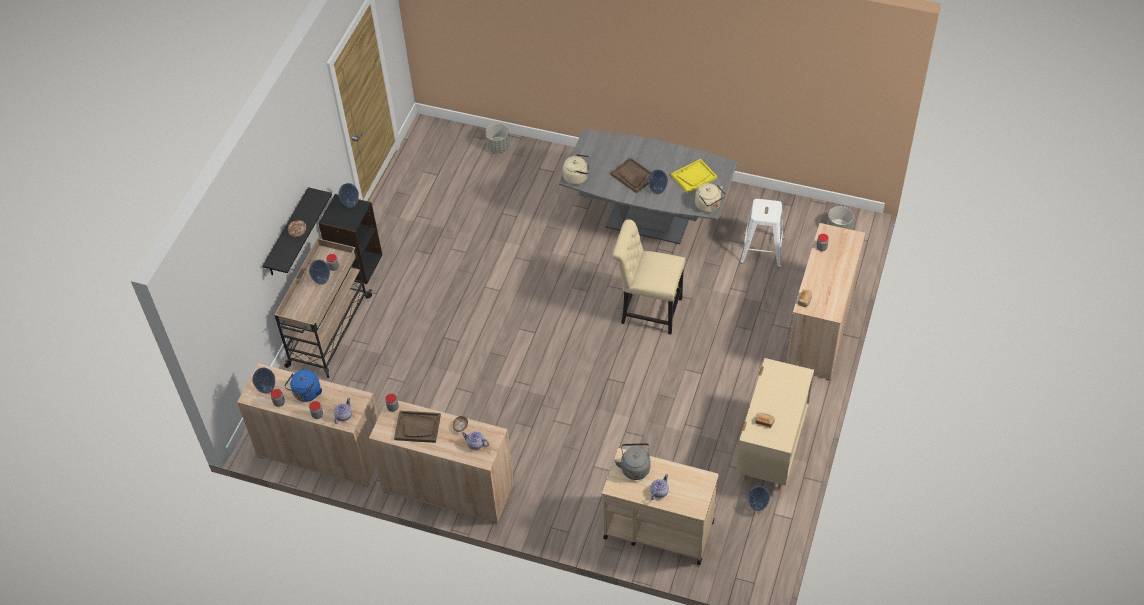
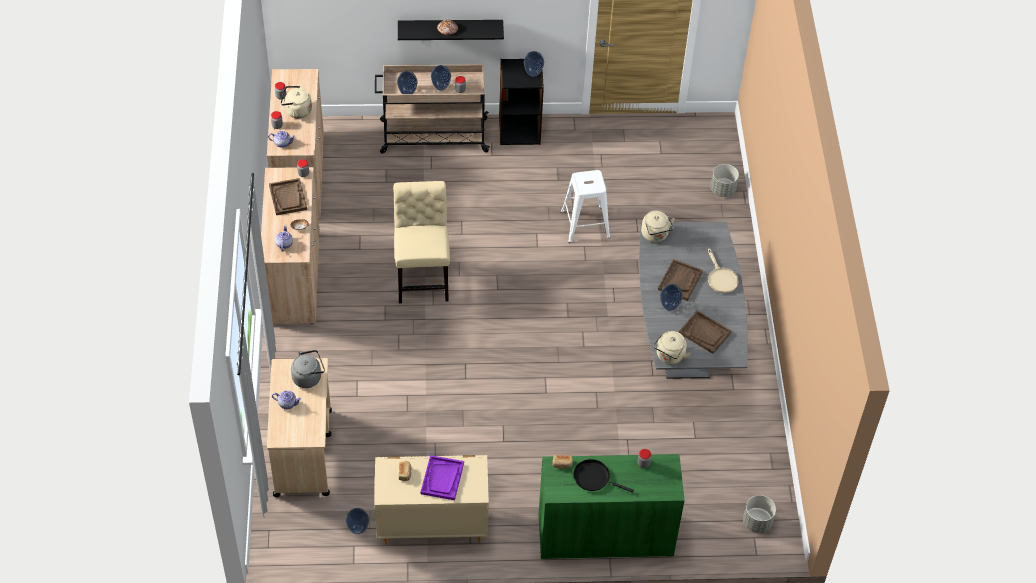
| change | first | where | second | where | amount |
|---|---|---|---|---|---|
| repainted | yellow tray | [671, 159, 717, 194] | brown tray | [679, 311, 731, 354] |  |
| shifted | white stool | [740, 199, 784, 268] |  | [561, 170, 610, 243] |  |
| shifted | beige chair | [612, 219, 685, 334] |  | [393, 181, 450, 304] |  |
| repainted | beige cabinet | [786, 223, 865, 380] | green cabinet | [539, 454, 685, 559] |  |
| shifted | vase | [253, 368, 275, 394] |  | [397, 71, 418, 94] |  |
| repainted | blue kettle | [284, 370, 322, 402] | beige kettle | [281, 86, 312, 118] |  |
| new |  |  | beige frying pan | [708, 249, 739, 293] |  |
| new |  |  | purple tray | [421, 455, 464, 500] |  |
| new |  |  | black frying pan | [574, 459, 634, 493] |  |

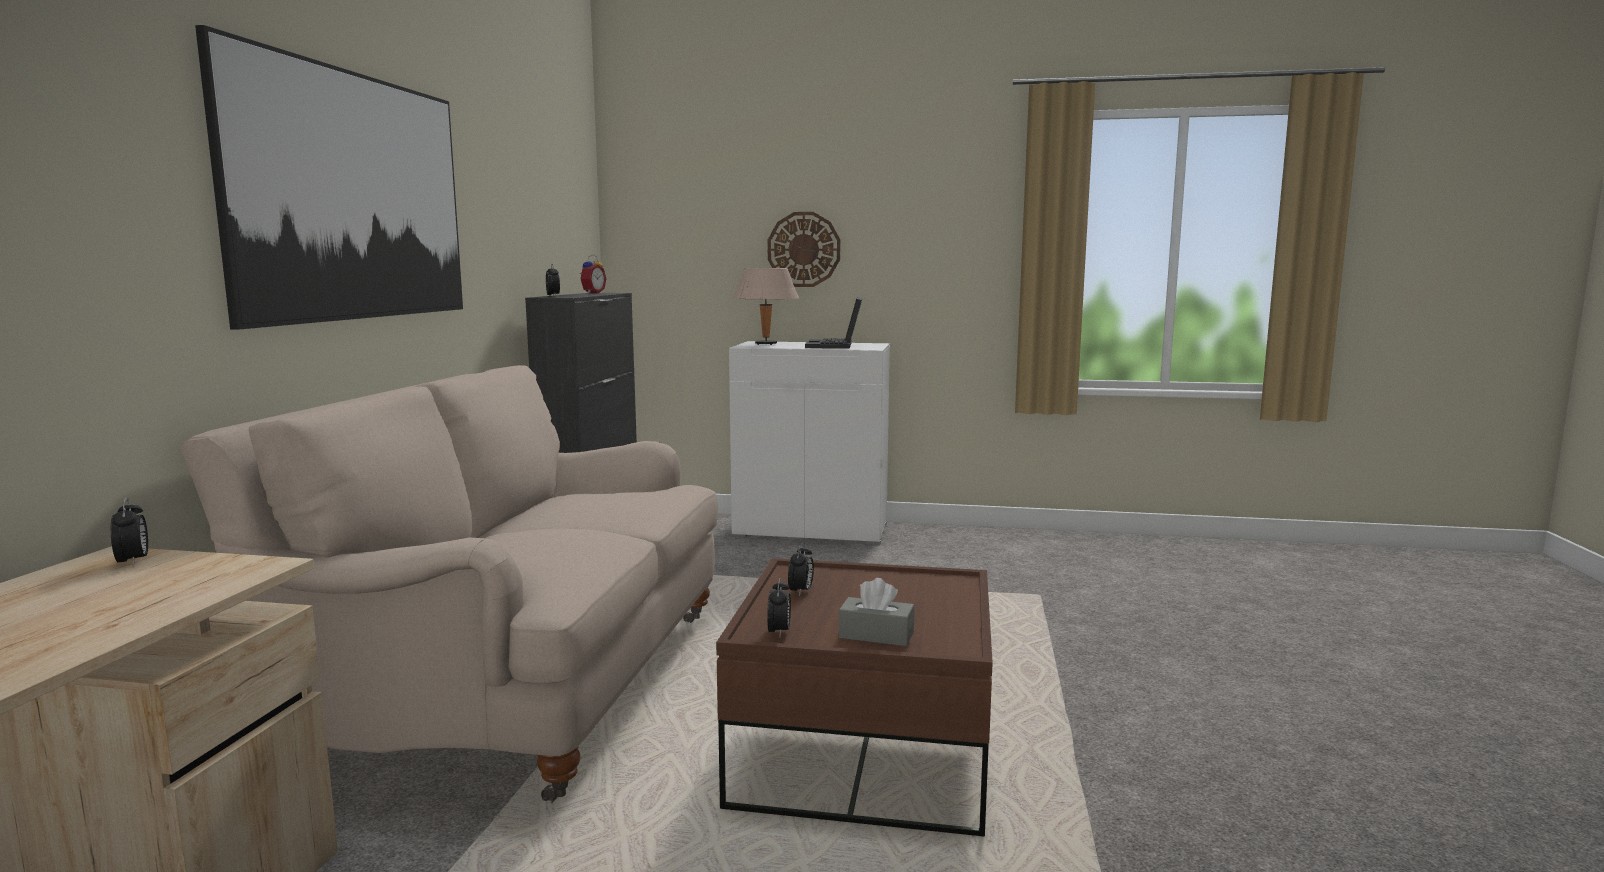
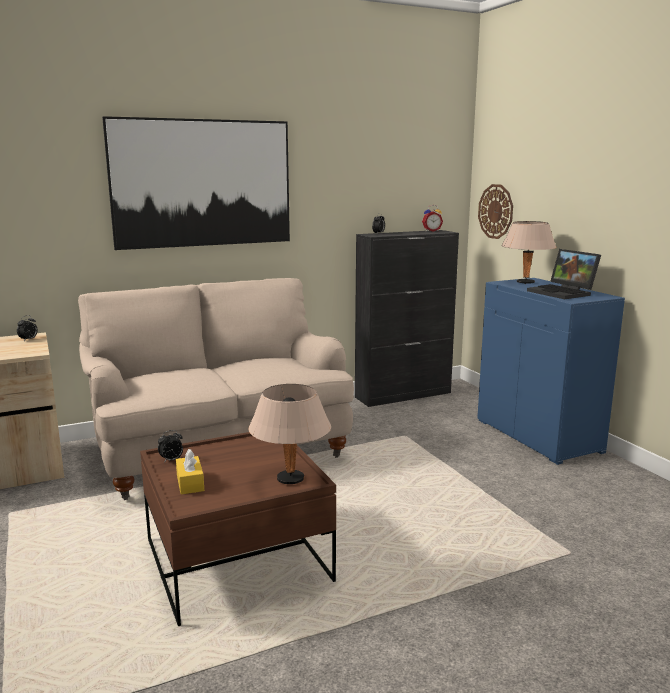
| change | first | where | second | where | amount |
|---|---|---|---|---|---|
| shifted | wall clock | [768, 212, 840, 287] |  | [478, 184, 513, 239] |  |
| rotated | laptop | [805, 297, 863, 349] |  | [527, 249, 601, 299] | 90 degrees counterclockwise |
| repainted | white cabinet | [729, 341, 890, 545] | blue cabinet | [477, 278, 625, 465] |  |
| gone | alarm clock | [788, 543, 814, 596] |  |  |  |
| repainted | grey tissue box | [839, 578, 914, 646] | yellow tissue box | [176, 449, 204, 494] |  |
| new |  |  | beige table lamp | [249, 384, 331, 484] |  |

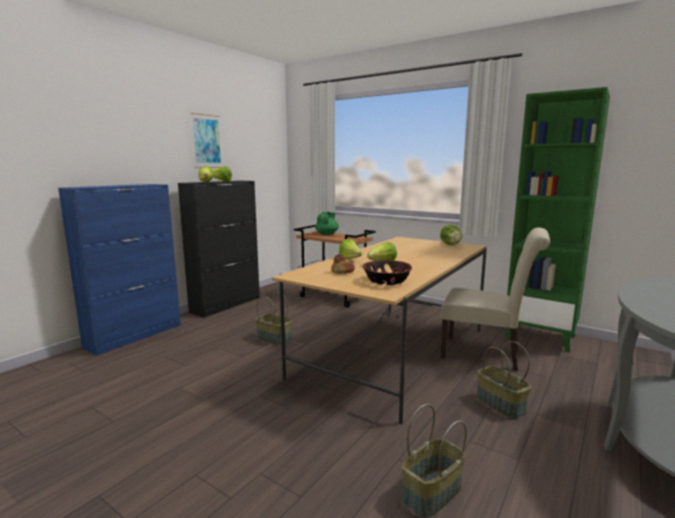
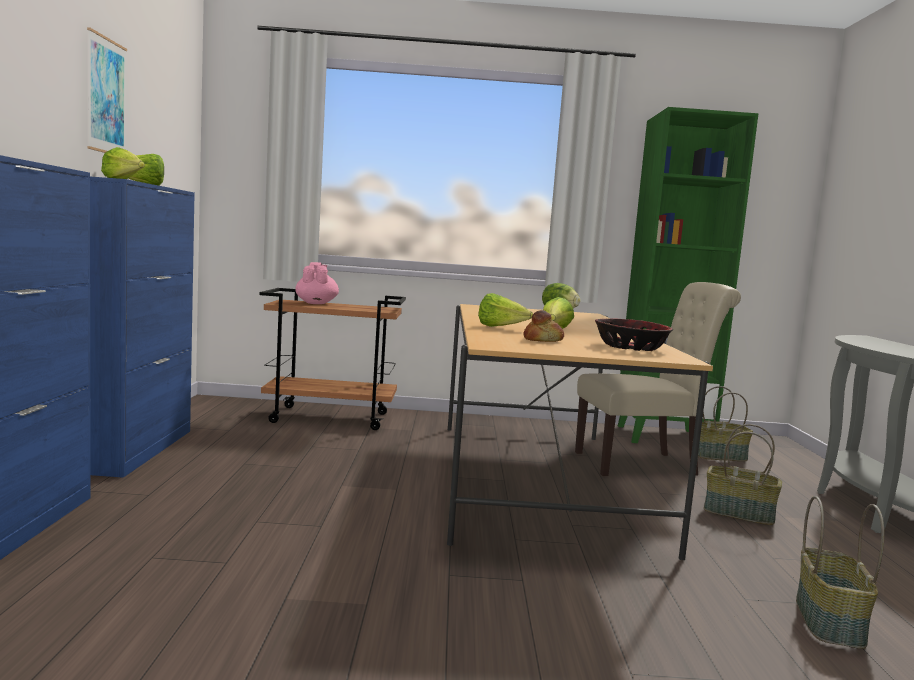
| change | first | where | second | where | amount |
|---|---|---|---|---|---|
| repainted | black cabinet | [178, 181, 260, 318] | blue cabinet | [90, 177, 195, 478] |  |
| repainted | green teapot | [315, 212, 339, 235] | pink teapot | [295, 262, 339, 304] |  |
| shifted | basket | [256, 291, 292, 346] |  | [698, 386, 753, 461] |  |

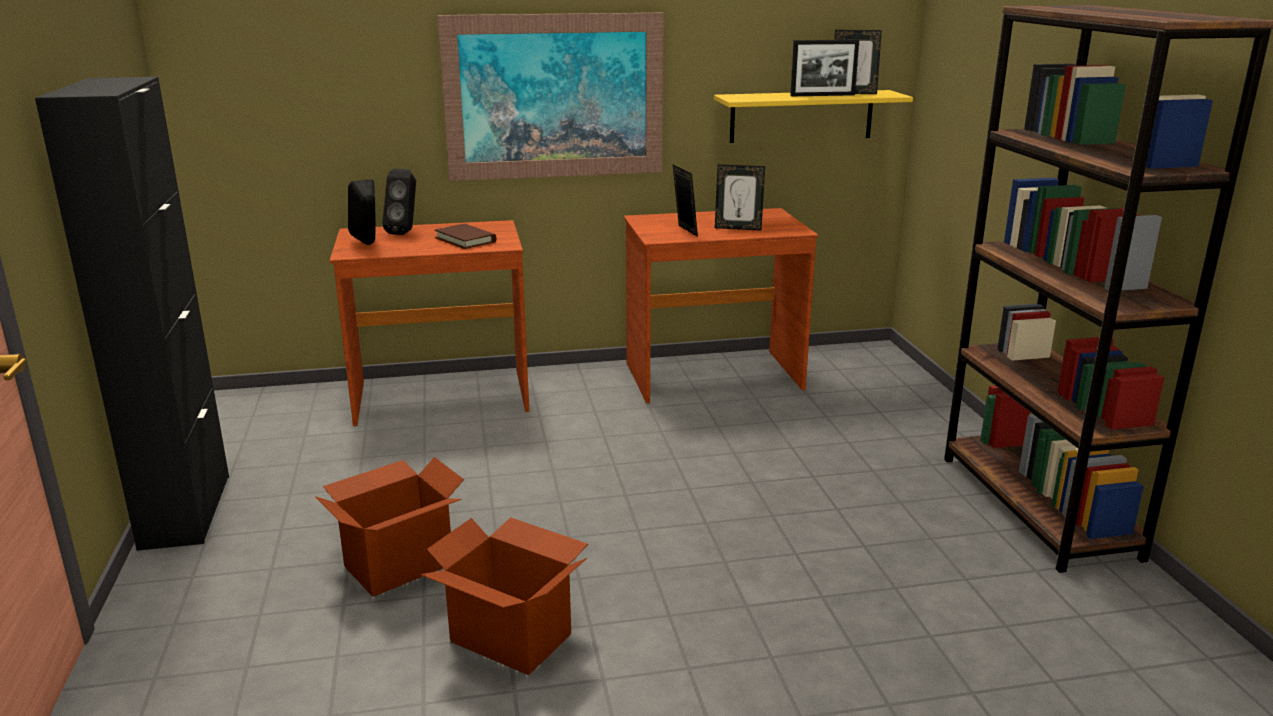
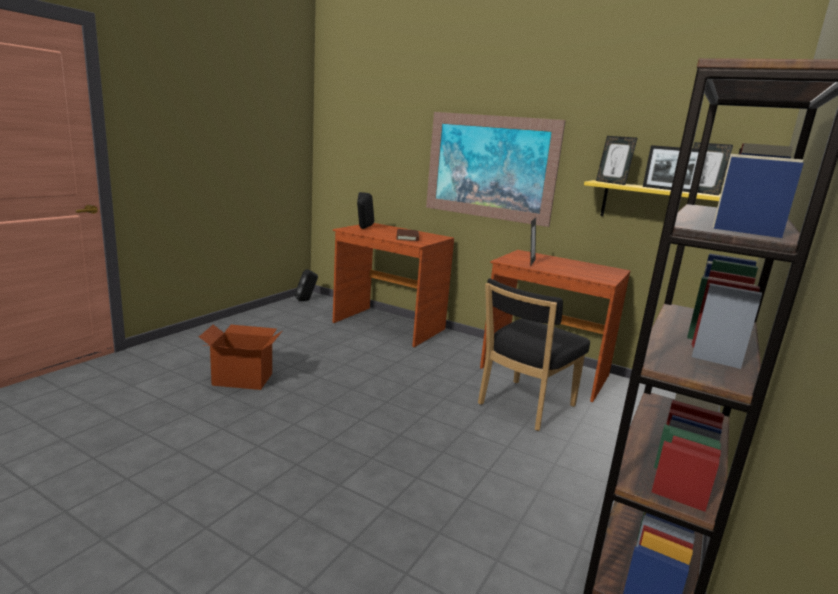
| change | first | where | second | where | amount |
|---|---|---|---|---|---|
| gone | black cabinet | [35, 77, 229, 551] |  |  |  |
| shifted | picture frame | [715, 164, 765, 231] |  | [596, 136, 637, 185] |  |
| shifted | black speaker | [382, 169, 416, 235] |  | [295, 269, 318, 301] |  |
| gone | cardboard box | [421, 517, 588, 675] |  |  |  |
| new |  |  | black chair | [478, 278, 590, 431] |  |

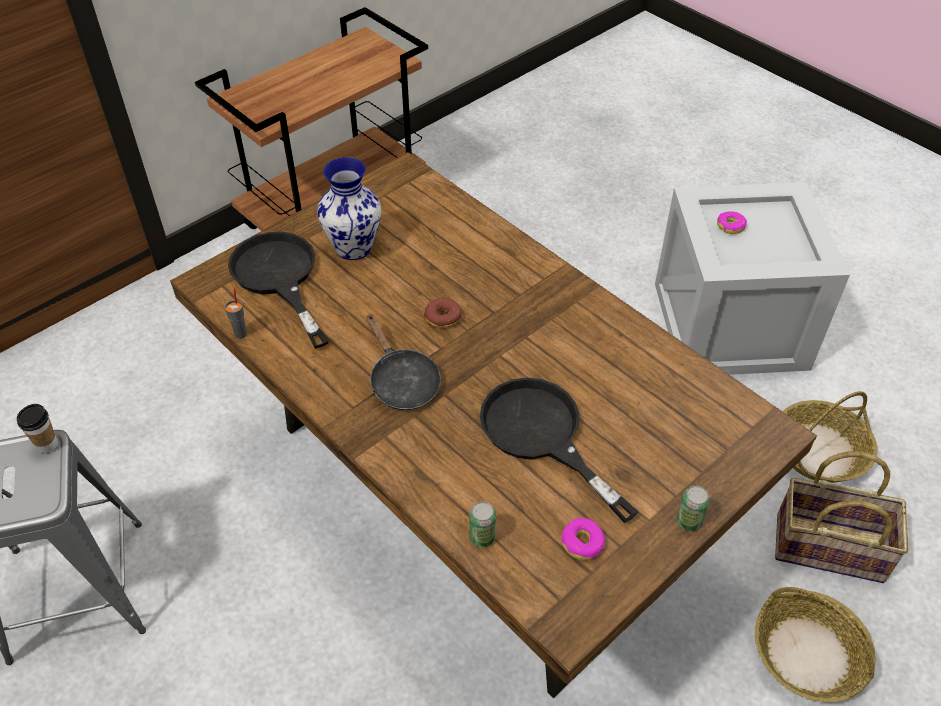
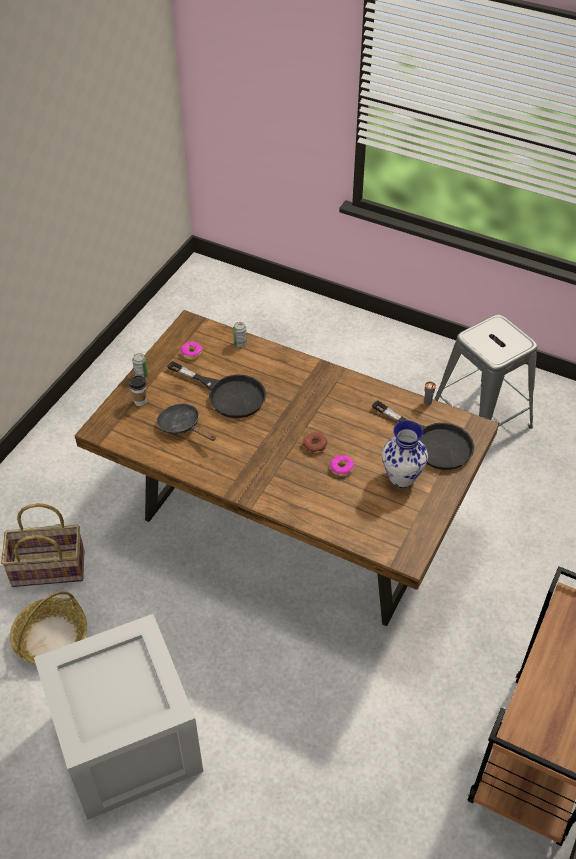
| change | first | where | second | where | amount |
|---|---|---|---|---|---|
| shifted | donut | [717, 211, 747, 234] |  | [330, 455, 354, 476] |  |
| shifted | black frying pan | [367, 313, 441, 410] |  | [157, 404, 216, 441] |  |
| shifted | cup | [17, 404, 58, 453] |  | [129, 375, 147, 406] |  |
| gone | basket | [755, 587, 876, 702] |  |  |  |

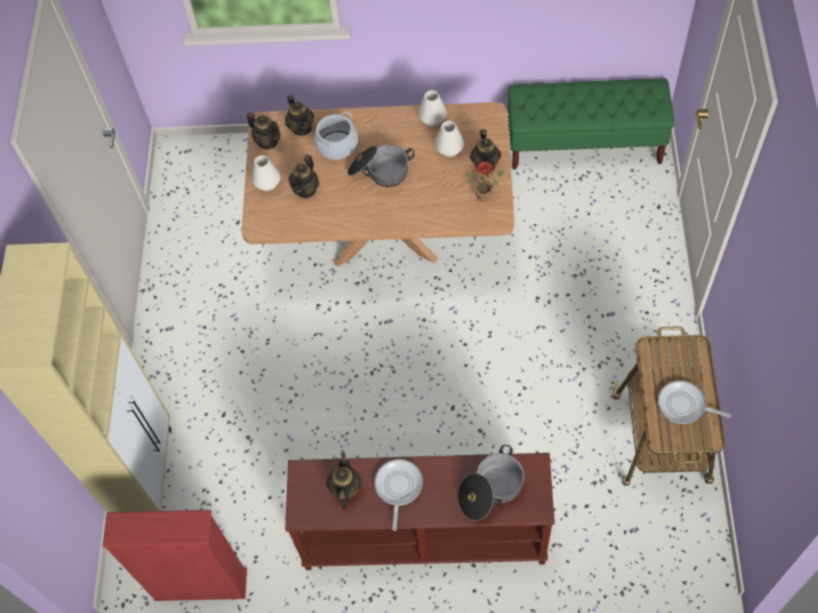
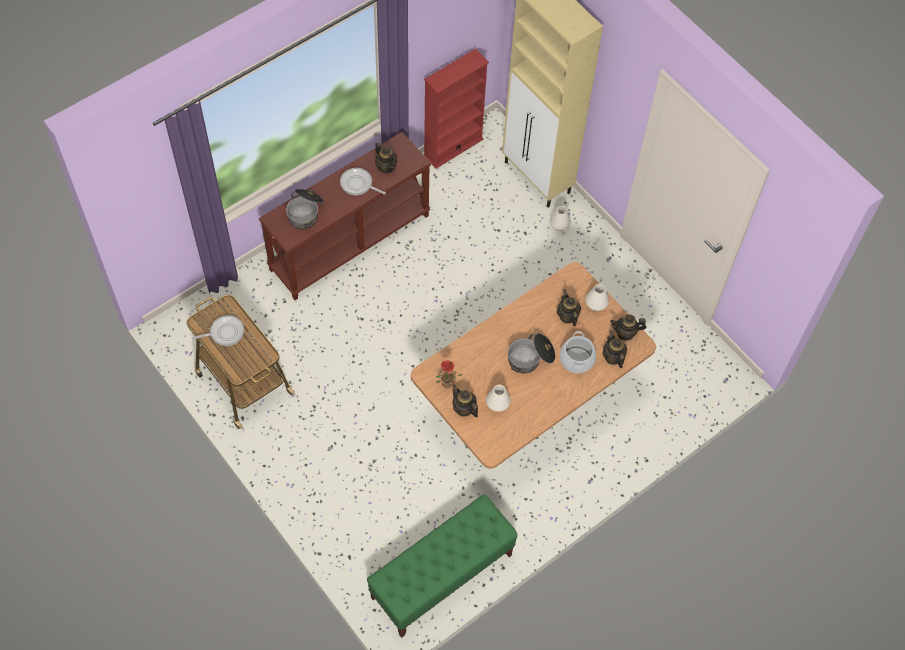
| change | first | where | second | where | amount |
|---|---|---|---|---|---|
| shifted | white vase | [418, 90, 447, 127] |  | [550, 206, 571, 231] |  |
| rotated | teapot | [285, 95, 314, 136] |  | [602, 330, 627, 368] | 45 degrees clockwise |
| rotated | frying pan | [375, 459, 423, 531] |  | [340, 168, 386, 195] | 150 degrees clockwise |

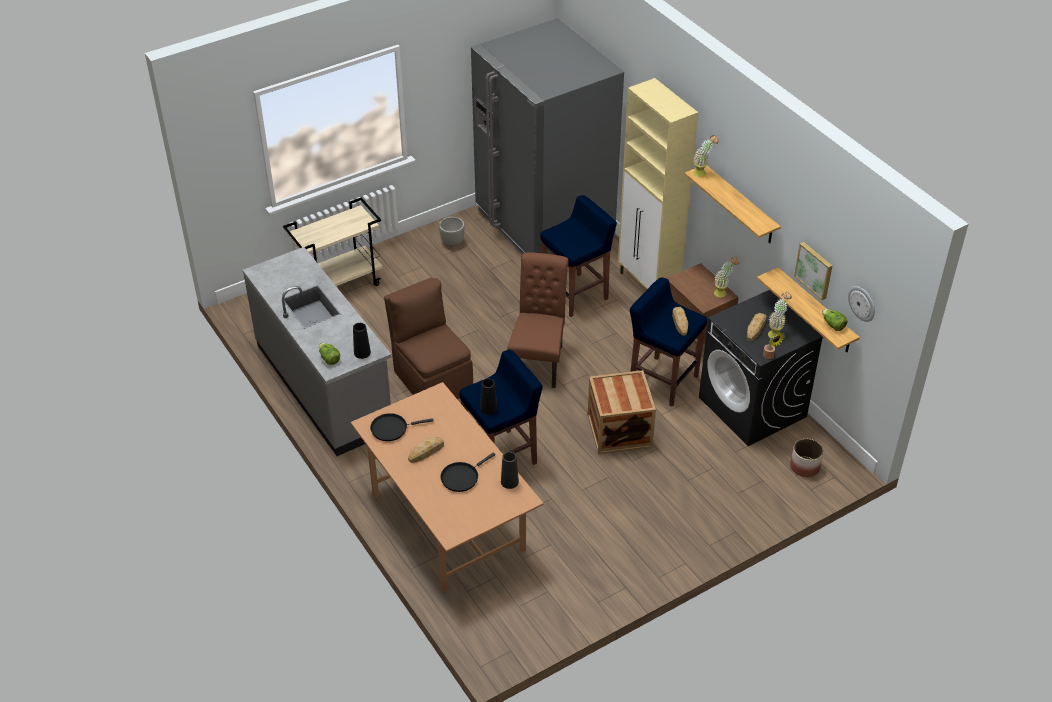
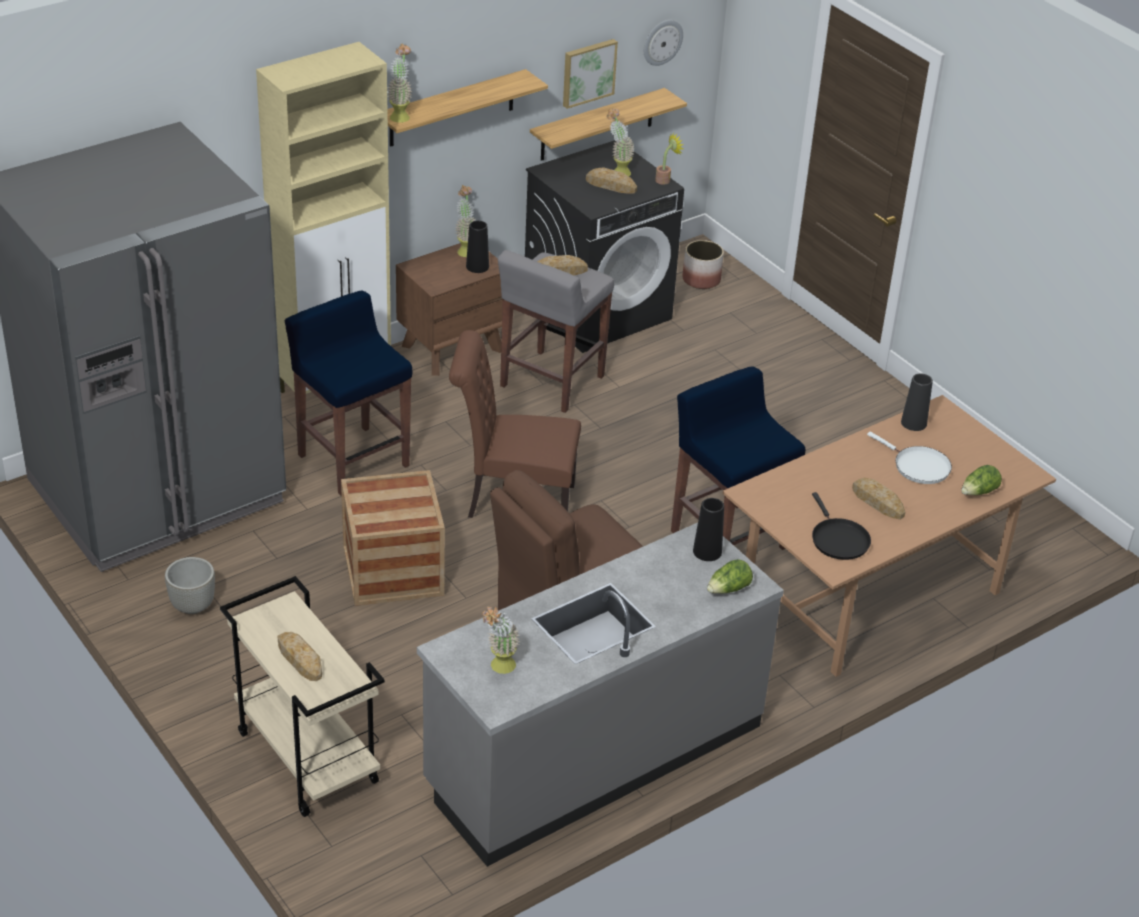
| change | first | where | second | where | amount |
|---|---|---|---|---|---|
| repainted | blue stool | [630, 277, 707, 406] | grey stool | [498, 250, 614, 413] |  |
| shifted | lettuce | [822, 309, 848, 331] |  | [961, 465, 1002, 495] |  |
| shifted | crate | [588, 370, 656, 455] |  | [341, 470, 445, 606] |  |
| shifted | black vase | [480, 378, 497, 415] |  | [466, 221, 489, 273] |  |
| repainted | black frying pan | [440, 452, 495, 492] | white frying pan | [867, 432, 952, 484] |  |
| new |  |  | potted plant | [482, 607, 519, 674] |  |
| new |  |  | bread | [277, 632, 322, 681] |  |

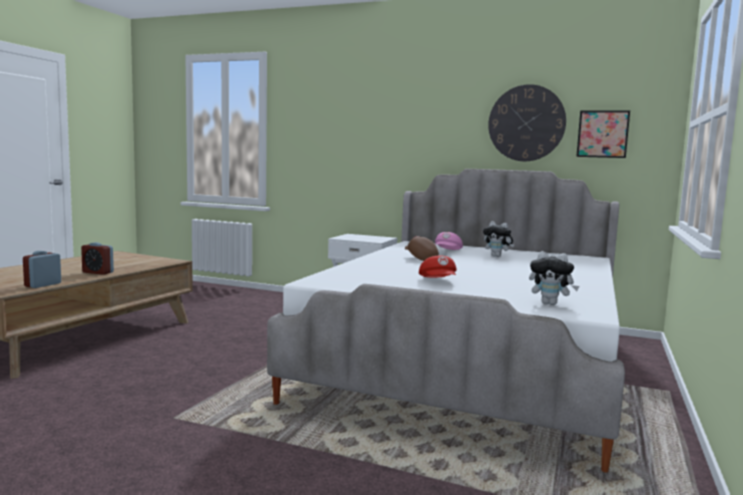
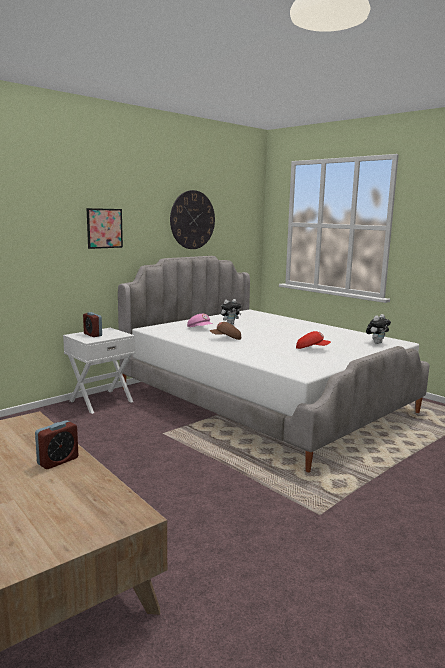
| change | first | where | second | where | amount |
|---|---|---|---|---|---|
| shifted | picture | [576, 111, 630, 158] |  | [87, 208, 123, 249] |  |
| shifted | alarm clock | [23, 251, 61, 288] |  | [83, 312, 102, 337] |  |

